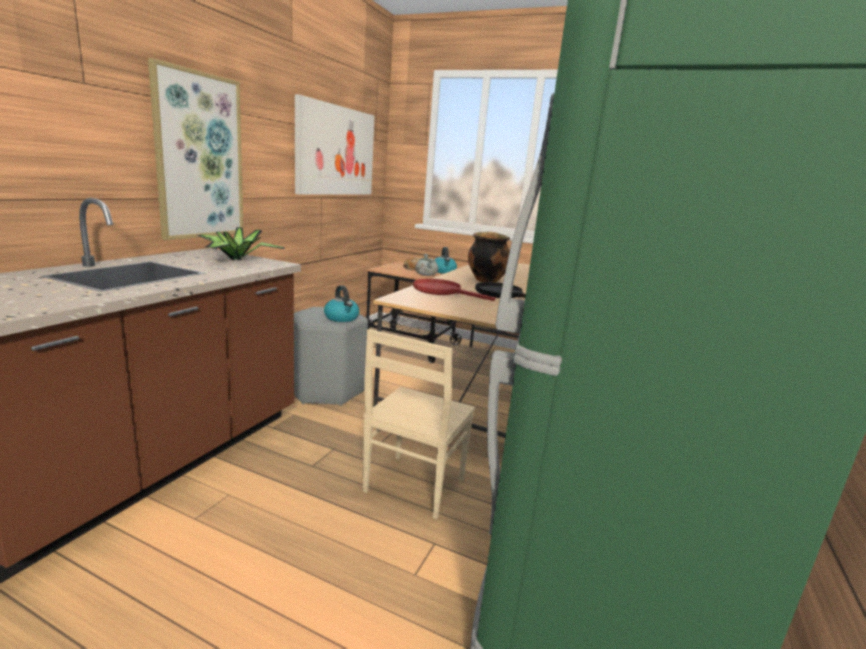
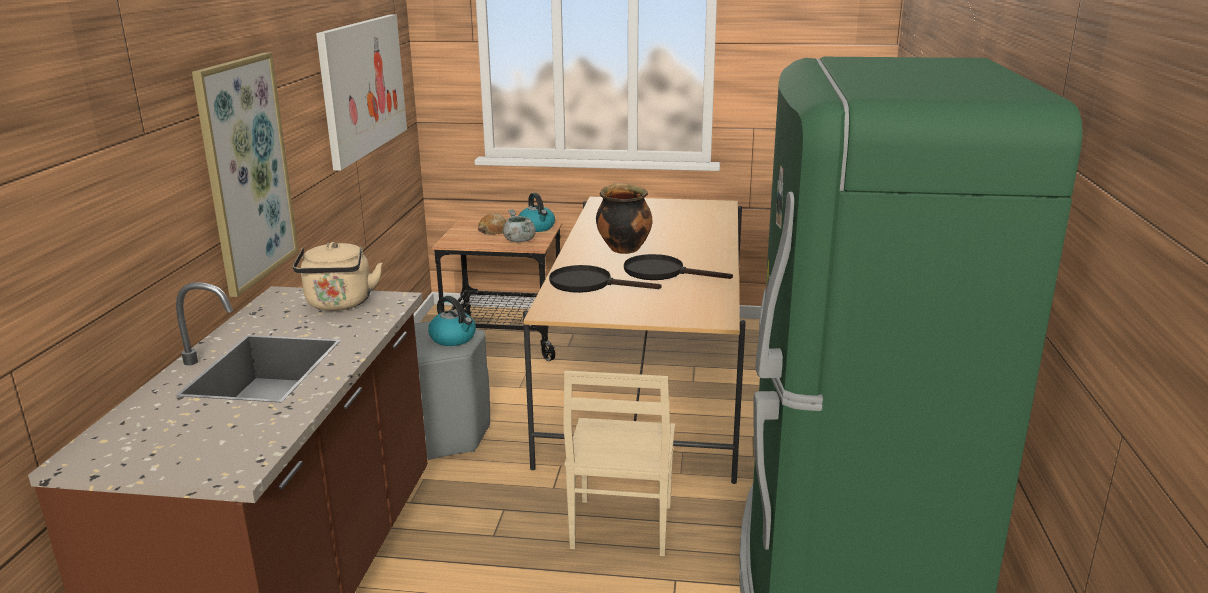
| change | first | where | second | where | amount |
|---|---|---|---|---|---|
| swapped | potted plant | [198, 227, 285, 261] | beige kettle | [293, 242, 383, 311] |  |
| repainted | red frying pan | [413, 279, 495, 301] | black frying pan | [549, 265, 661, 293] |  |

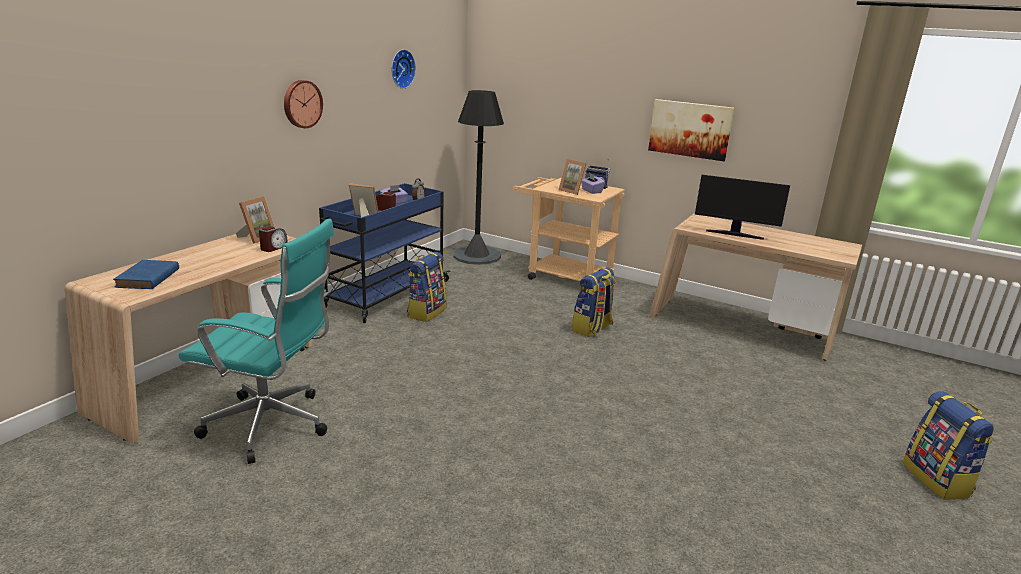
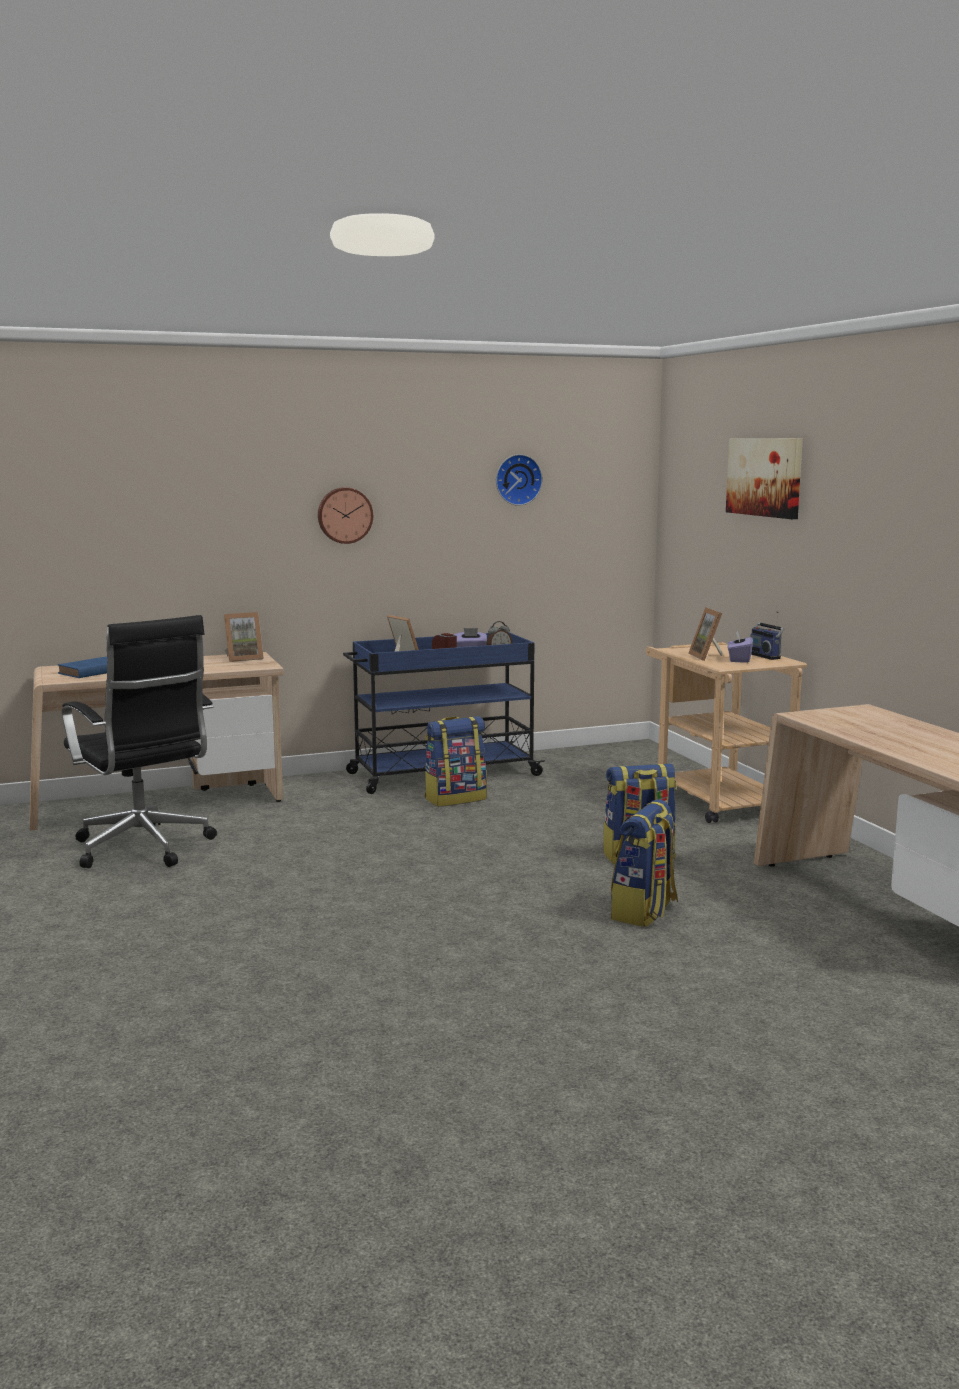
| change | first | where | second | where | amount |
|---|---|---|---|---|---|
| gone | black floor lamp | [453, 90, 504, 265] |  |  |  |
| shifted | picture | [648, 99, 734, 161] |  | [726, 438, 803, 519] |  |
| gone | monitor | [695, 175, 790, 240] |  |  |  |
| repainted | turquoise office chair | [179, 218, 334, 464] | black office chair | [62, 615, 217, 868] |  |
| gone | alarm clock | [259, 226, 288, 252] |  |  |  |
| shifted | backpack | [903, 391, 994, 500] |  | [611, 799, 678, 927] |  |

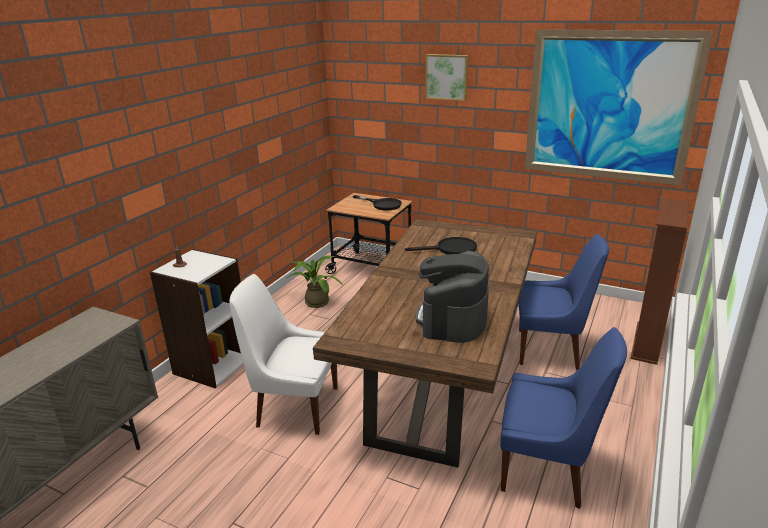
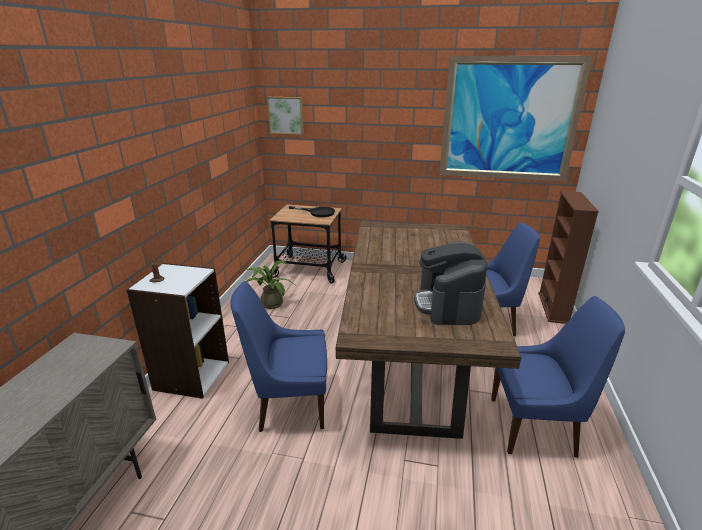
| change | first | where | second | where | amount |
|---|---|---|---|---|---|
| shifted | picture | [425, 54, 469, 101] |  | [267, 97, 304, 135] |  |
| gone | black frying pan | [405, 237, 477, 255] |  |  |  |
| repainted | white chair | [229, 274, 338, 435] | blue chair | [230, 281, 327, 432] |  |

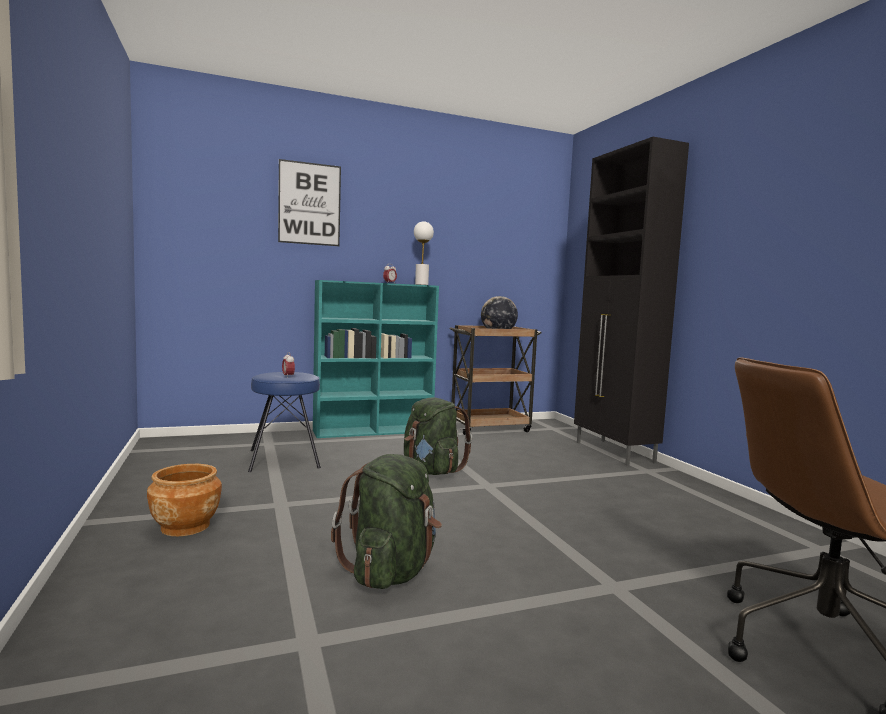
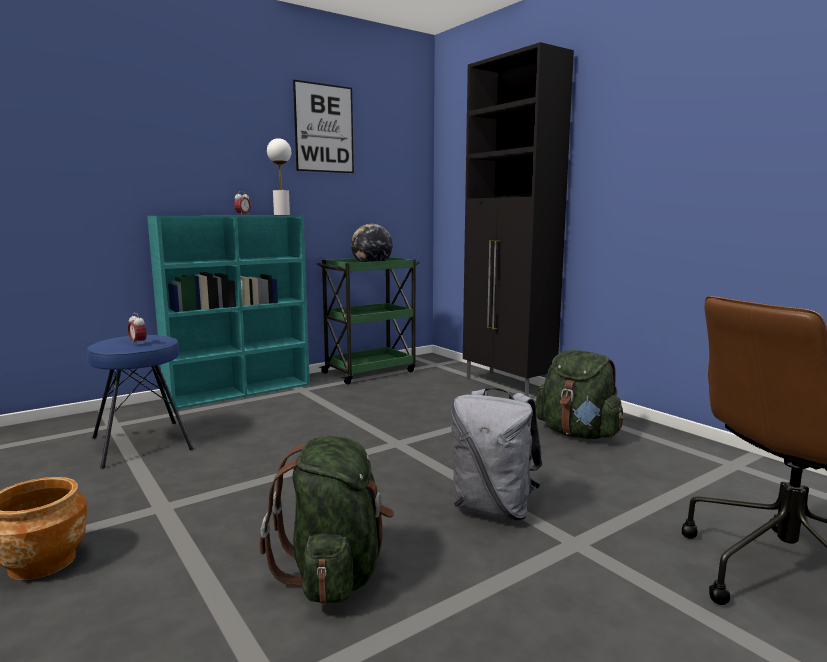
| change | first | where | second | where | amount |
|---|---|---|---|---|---|
| shifted | picture | [278, 159, 341, 246] |  | [293, 80, 354, 173] |  |
| repainted | brown cart | [450, 325, 542, 435] | green cart | [316, 257, 420, 384] |  |
| shifted | green backpack | [404, 397, 472, 475] |  | [536, 350, 624, 439] |  |
| new |  |  | grey backpack | [452, 388, 542, 521] |  |

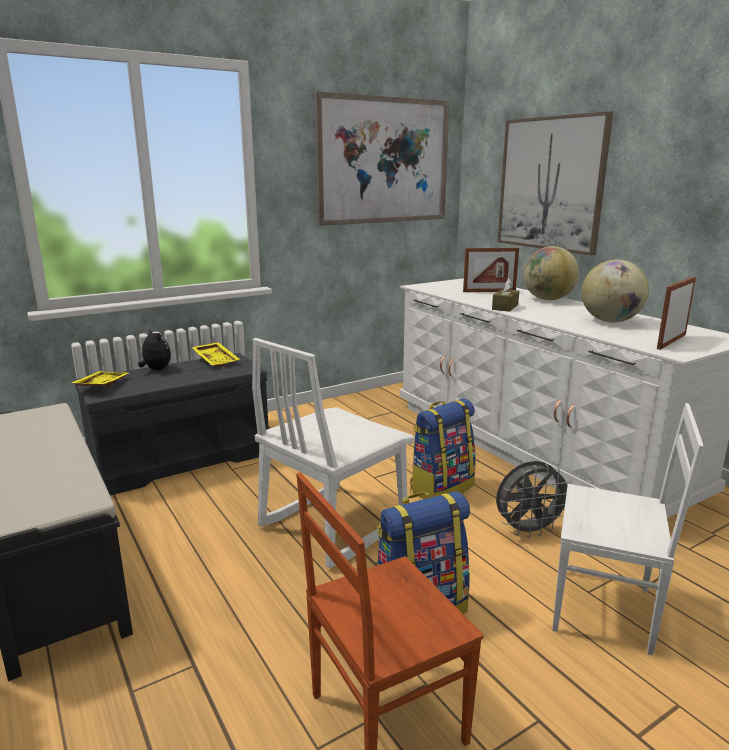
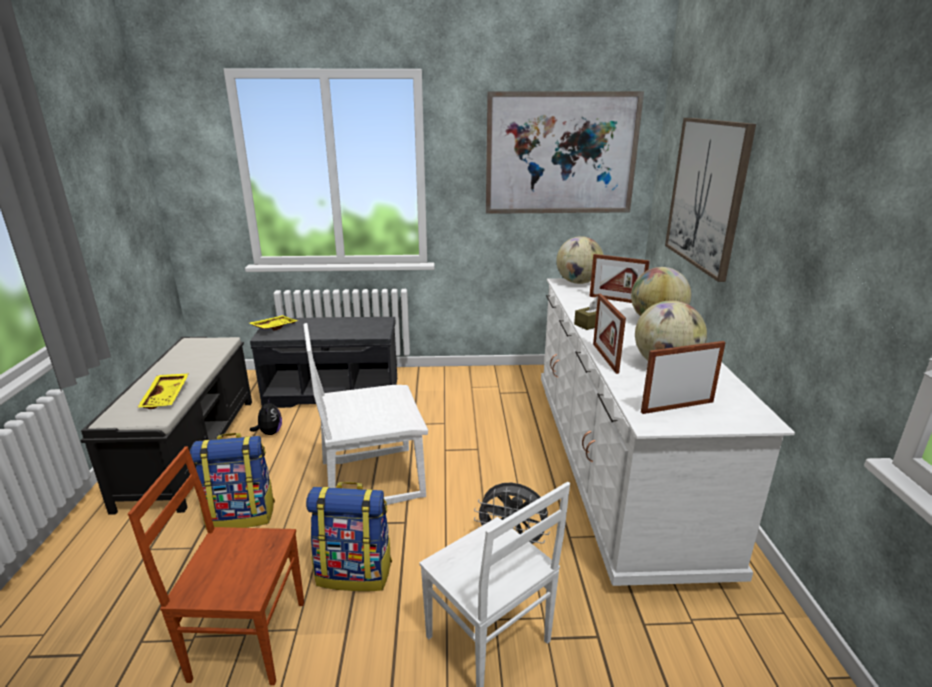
| change | first | where | second | where | amount |
|---|---|---|---|---|---|
| shifted | plush toy | [138, 328, 171, 370] |  | [250, 397, 282, 435] |  |
| shifted | yellow tray | [192, 342, 239, 367] |  | [137, 373, 189, 409] |  |
| shifted | backpack | [410, 399, 475, 499] |  | [190, 433, 275, 530] |  |
| new |  |  | globe | [556, 236, 604, 284] |  |
| new |  |  | picture frame | [593, 294, 626, 374] |  |

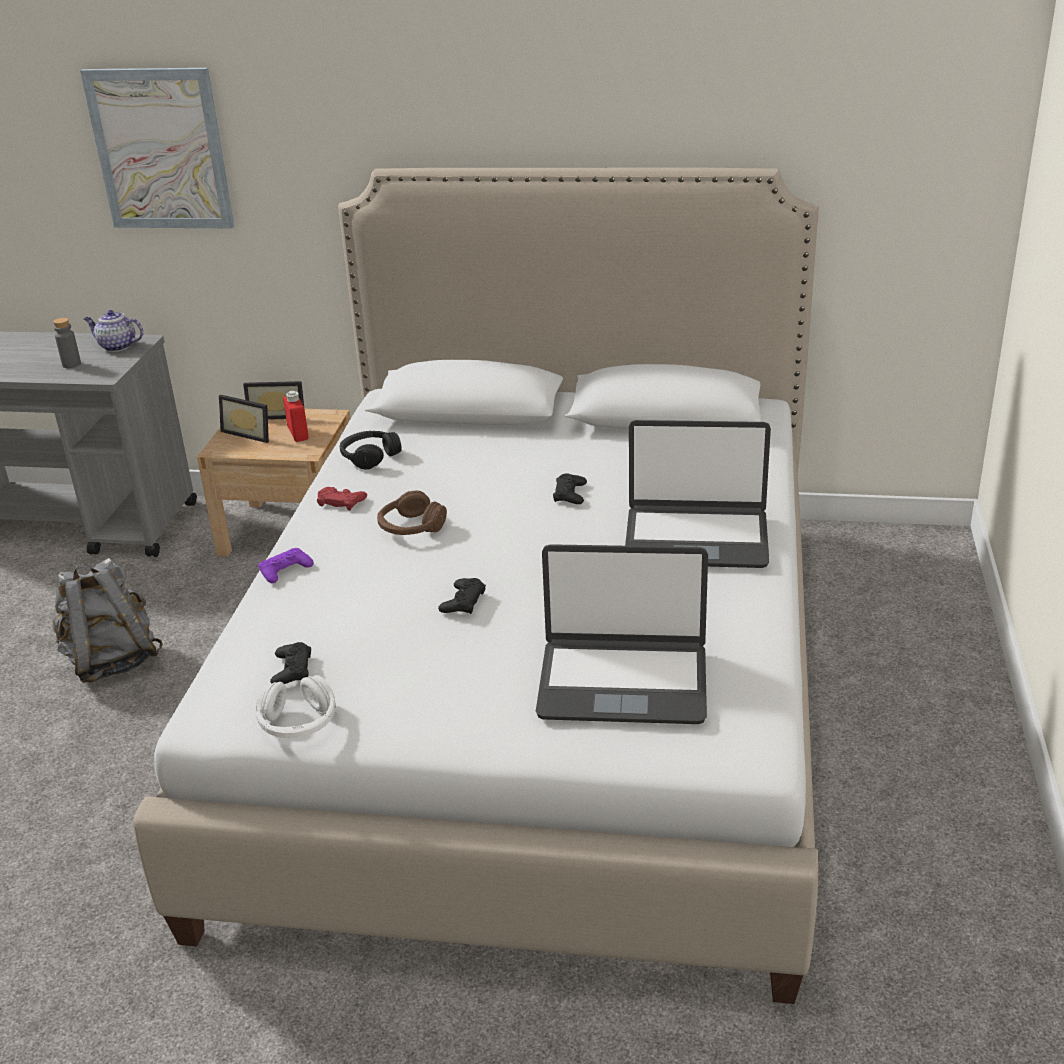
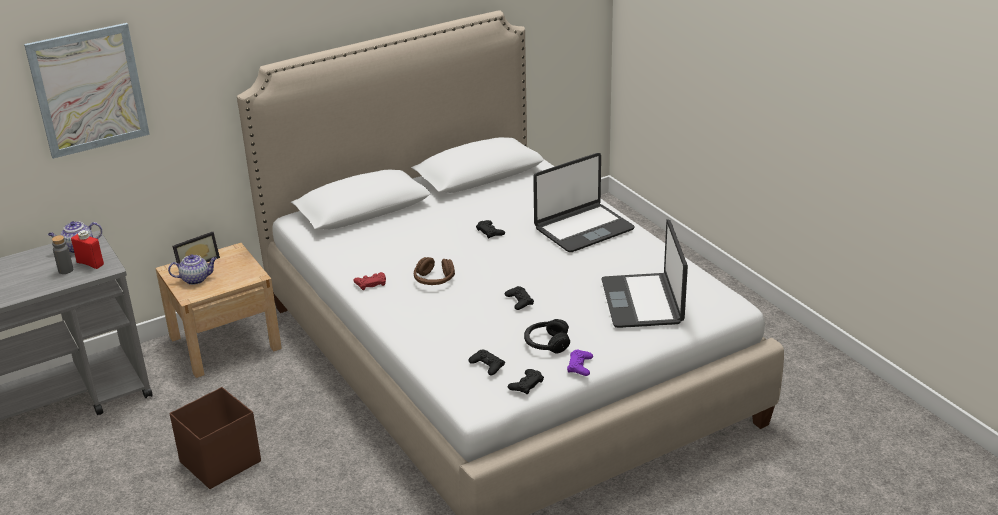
| change | first | where | second | where | amount |
|---|---|---|---|---|---|
| shifted | red bottle | [283, 391, 309, 442] |  | [71, 230, 104, 269] |  |
| swapped | picture frame | [219, 395, 269, 443] | teapot | [168, 255, 217, 285] |  |
| shifted | black headphones | [340, 431, 402, 470] |  | [524, 319, 570, 353] |  |
| rotated | laptop | [536, 544, 708, 724] |  | [602, 219, 688, 328] | 120 degrees clockwise |
| shifted | purple game controller | [258, 548, 314, 583] |  | [567, 350, 593, 376] |  |
| swapped | grey backpack | [52, 558, 163, 683] | brown storage box | [169, 387, 261, 489] |  |
| swapped | white headphones | [256, 675, 336, 738] | black game controller | [508, 369, 544, 394] |  |

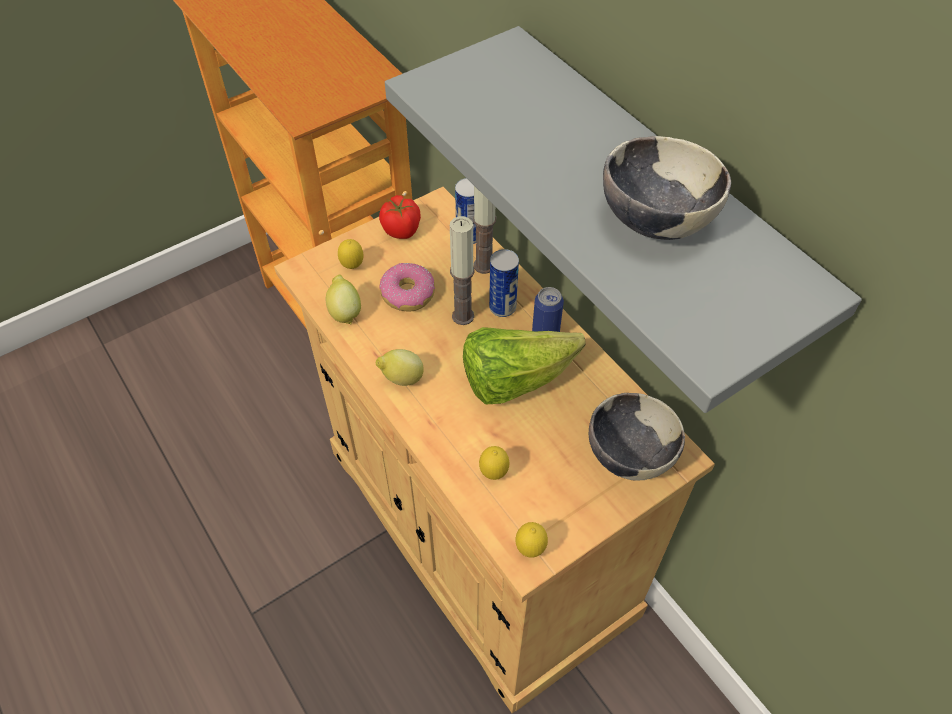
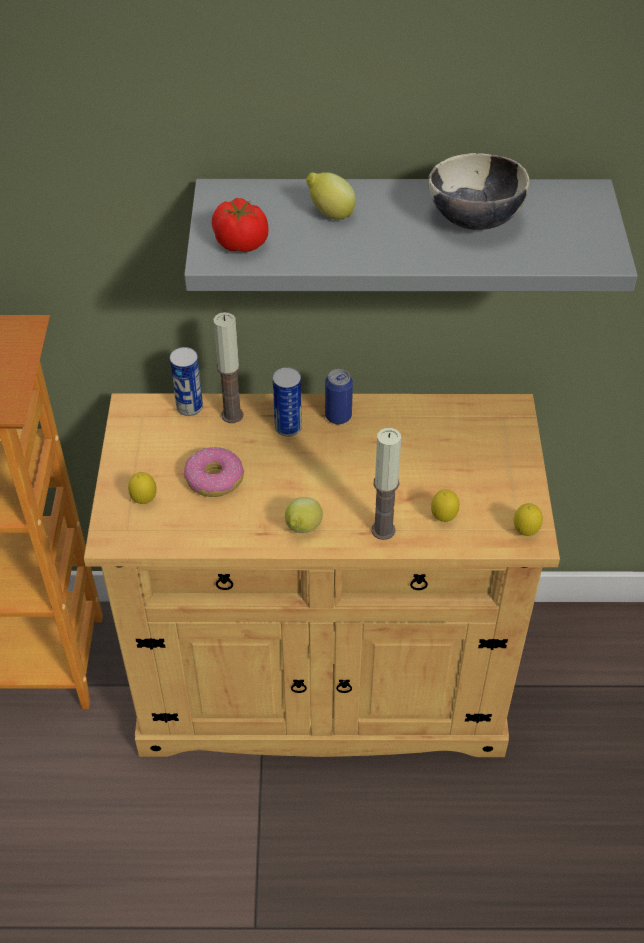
| change | first | where | second | where | amount |
|---|---|---|---|---|---|
| shifted | tomato | [379, 195, 421, 239] |  | [212, 198, 268, 252] |  |
| shifted | candle | [450, 216, 475, 325] |  | [371, 428, 401, 540] |  |
| shifted | lemon | [326, 275, 361, 324] |  | [306, 172, 356, 220] |  |
| gone | lettuce | [463, 327, 586, 404] |  |  |  |
| gone | bowl | [589, 393, 685, 481] |  |  |  |

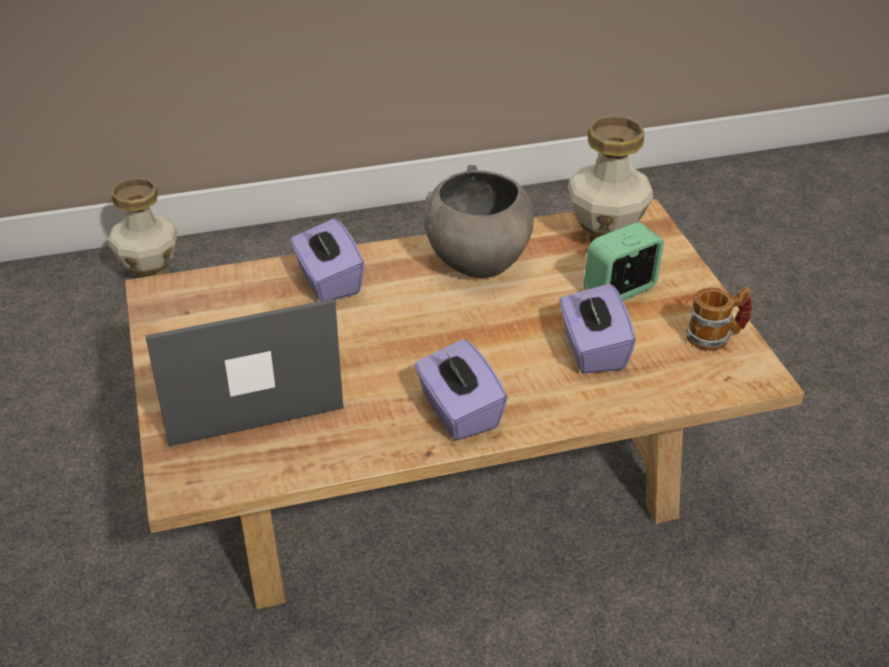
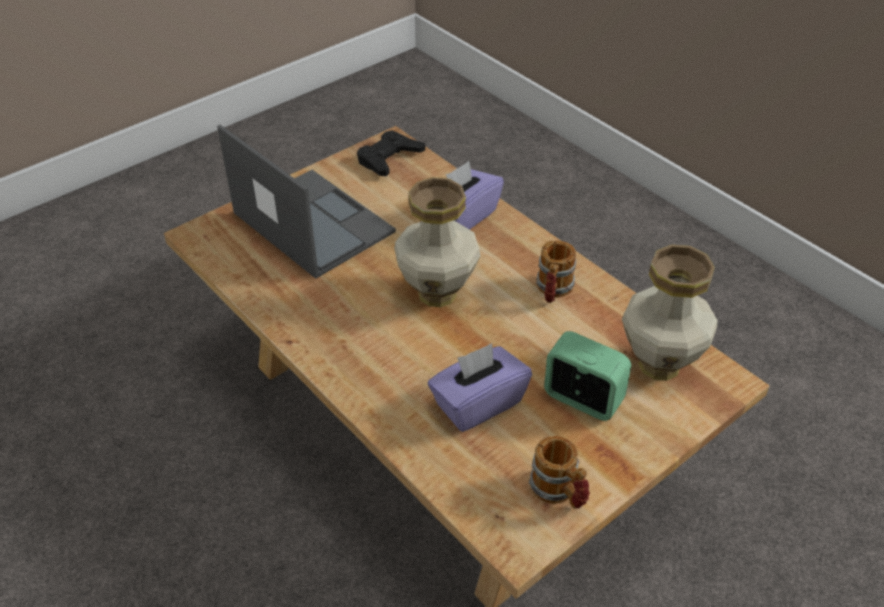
| change | first | where | second | where | amount |
|---|---|---|---|---|---|
| swapped | grey bowl | [424, 165, 534, 278] | mug | [536, 241, 576, 303] |  |
| shifted | vase | [108, 178, 178, 279] |  | [394, 177, 481, 307] |  |
| gone | purple tissue box | [414, 339, 508, 441] |  |  |  |
| new |  |  | black game controller | [357, 130, 425, 176] |  |

